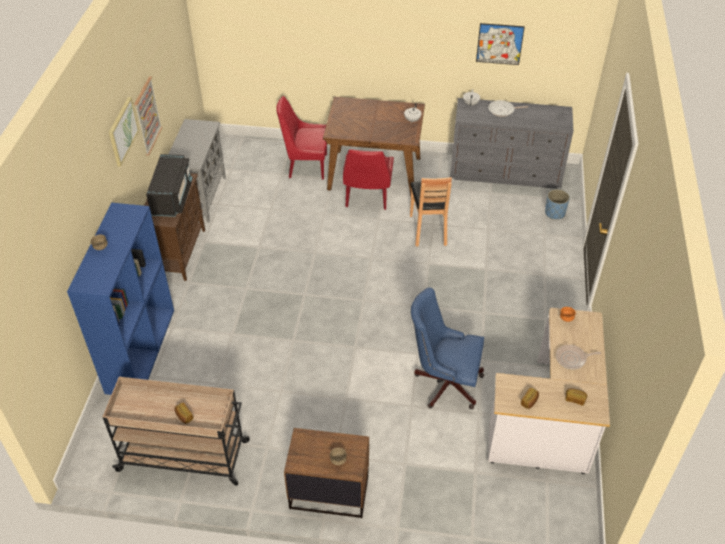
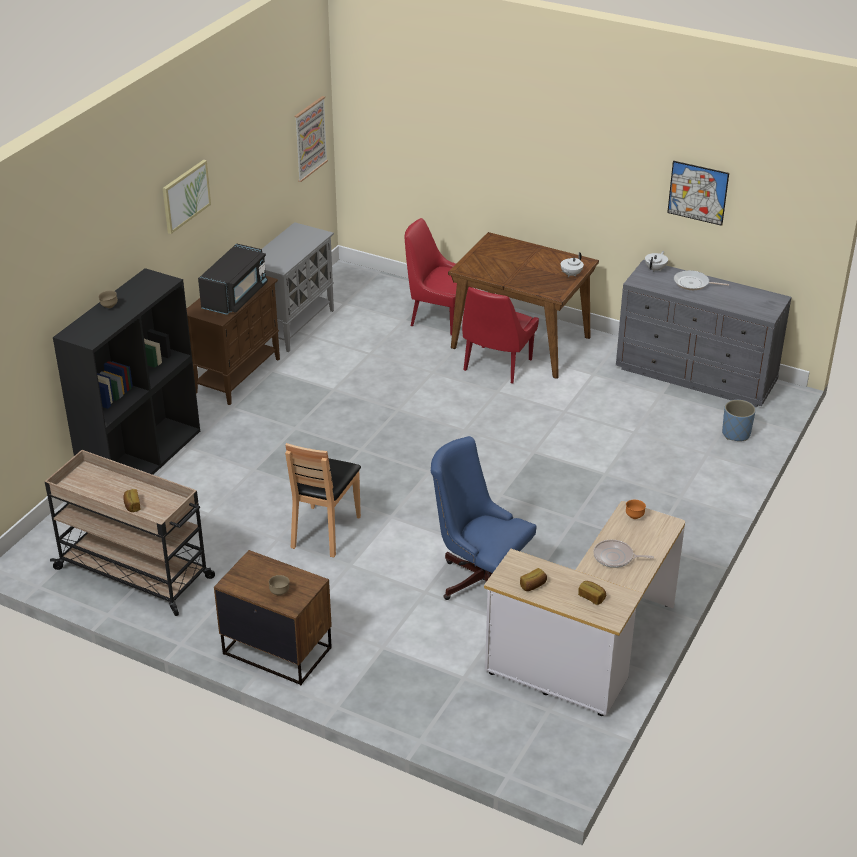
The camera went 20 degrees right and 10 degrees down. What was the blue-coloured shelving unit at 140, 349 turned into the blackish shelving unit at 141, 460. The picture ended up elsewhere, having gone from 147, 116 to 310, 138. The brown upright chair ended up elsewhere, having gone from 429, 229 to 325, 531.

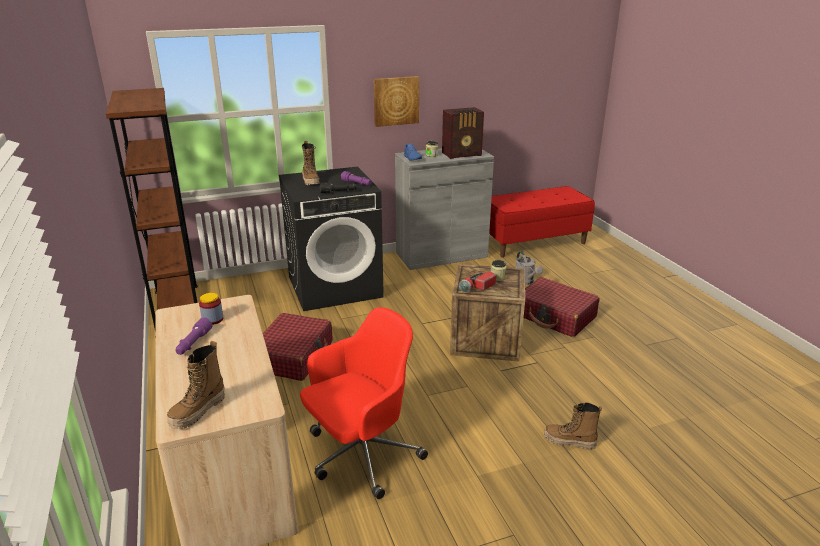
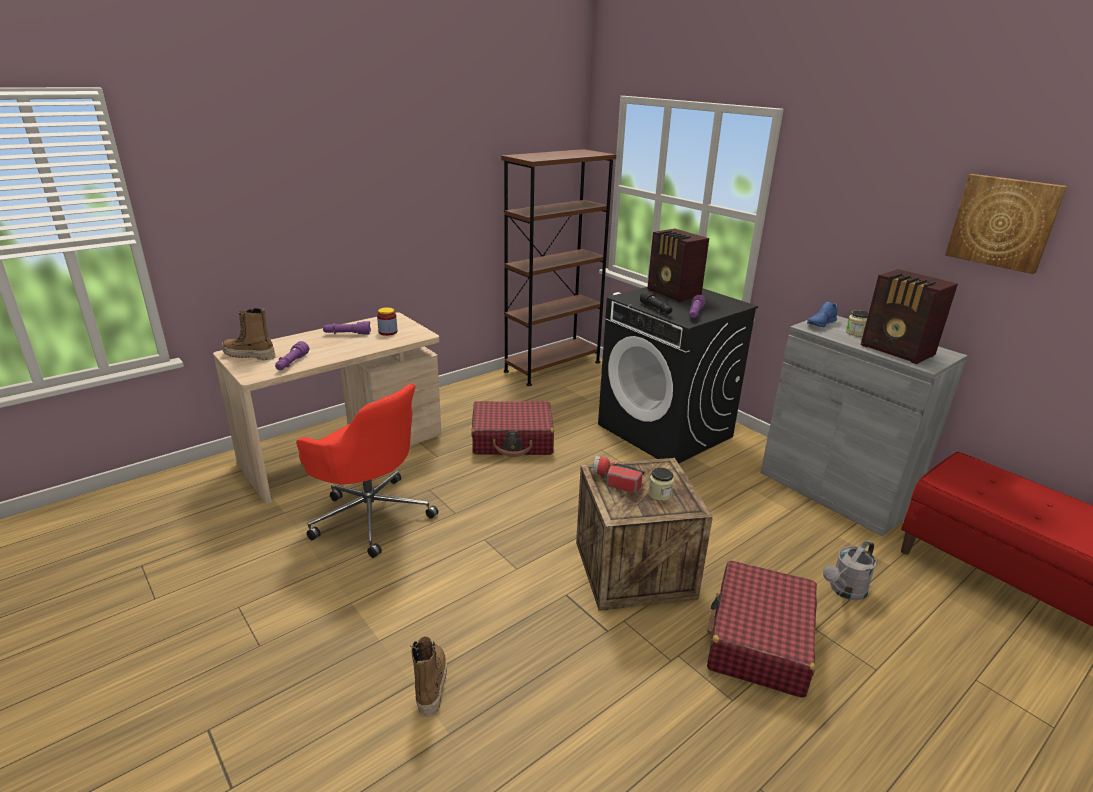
The camera went 70 degrees right and 0 degrees up. Where the boot stood at 311, 181, the radio set came to stand at 673, 294. The picture ended up elsewhere, having gone from 396, 101 to 1003, 222. The second view gained the purple-coloured torch at 292, 363.

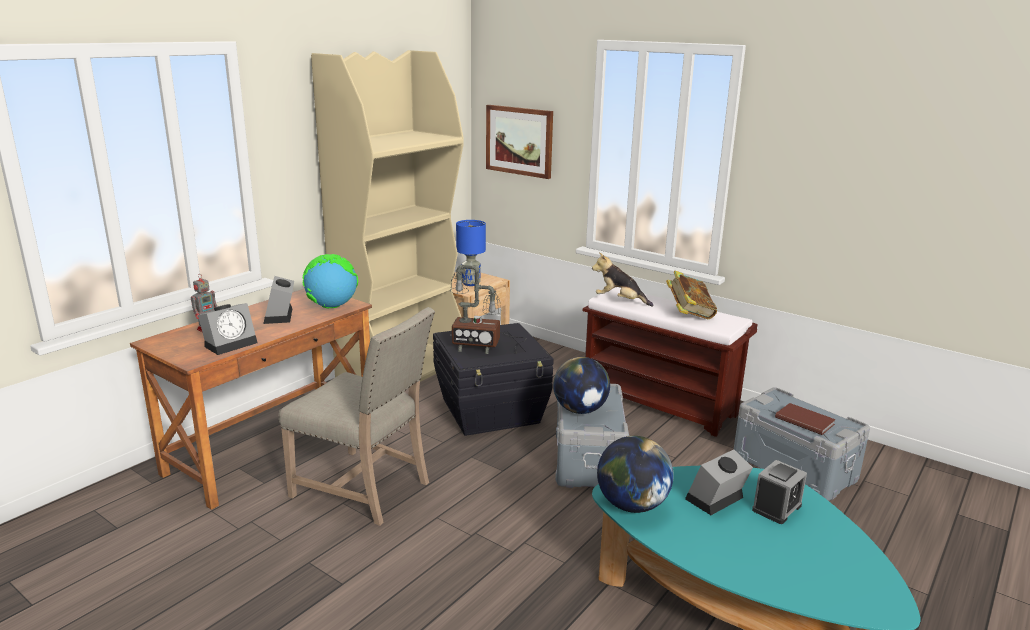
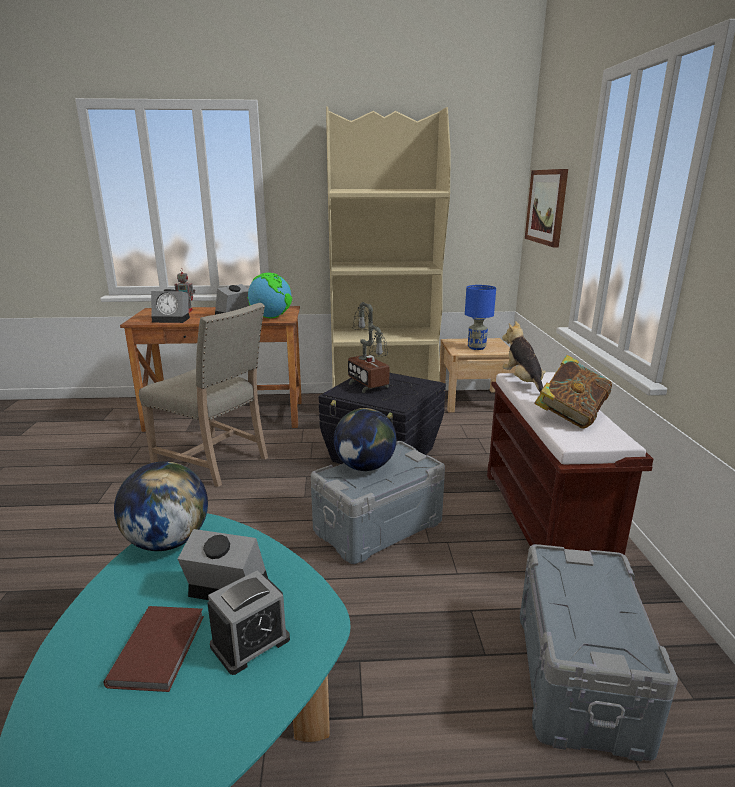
The camera went 50 degrees right and 0 degrees up. The beige-coloured upright chair at 365, 489 ended up facing another way, 45 degrees counterclockwise from before. The table clock at 776, 508 ended up facing another way, 45 degrees counterclockwise from before. The brown bound book ended up elsewhere, having gone from 804, 420 to 161, 648.

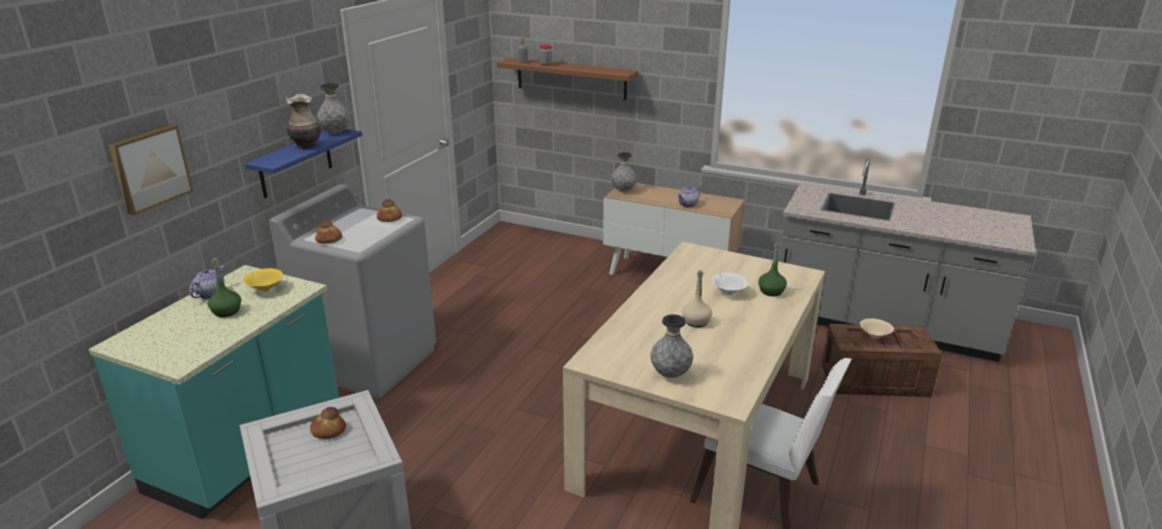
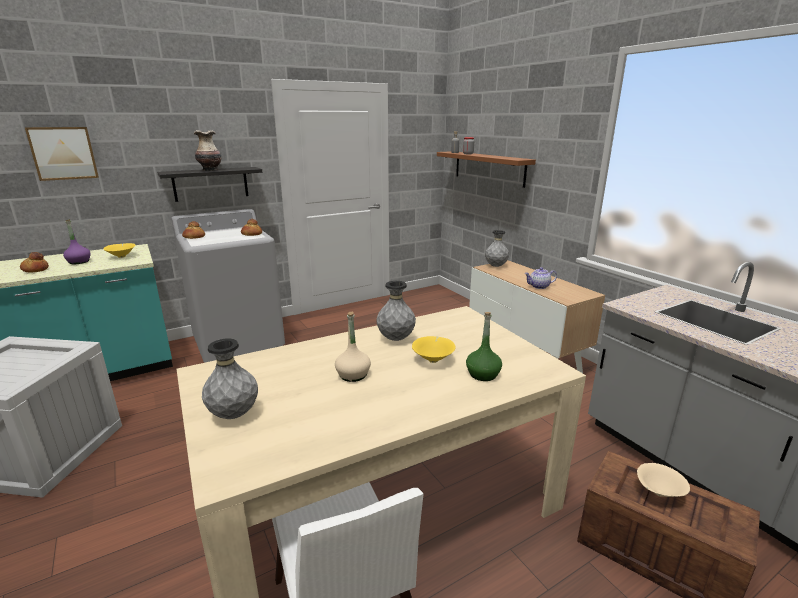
The camera went 35 degrees right and 5 degrees down. The second view lost the tea pot at 210, 294. What was the greenish drink bottle at 226, 311 turned into the purple-coloured drink bottle at 79, 262. What was the blue-coloured bracket shelf at 296, 163 turned into the blackish bracket shelf at 211, 184. The bread ended up elsewhere, having gone from 328, 431 to 36, 269. The grey vase ended up elsewhere, having gone from 336, 133 to 396, 339. What was the white serving bowl at 728, 292 turned into the yellow serving bowl at 433, 359.

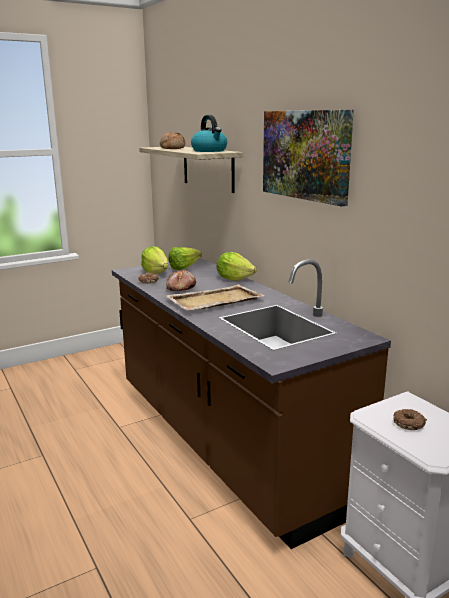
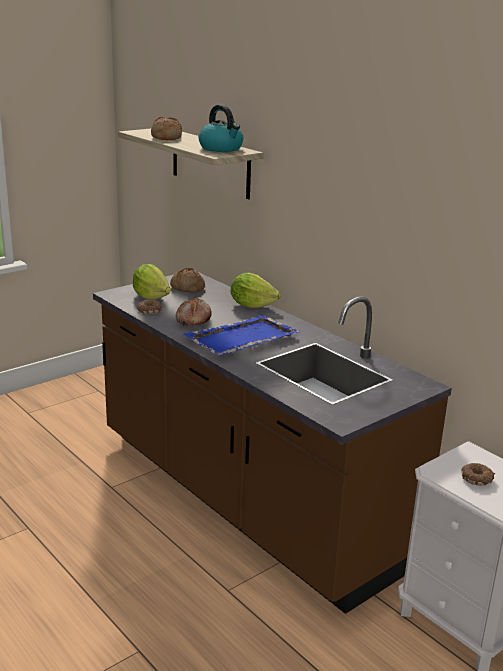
The camera went 10 degrees left and 5 degrees up. What was the beige-coloured carrying tray at 214, 300 turned into the blue-coloured carrying tray at 240, 338. Where the lettuce head stood at 187, 267, the bread came to stand at 187, 288. The second view lost the picture at 305, 155.

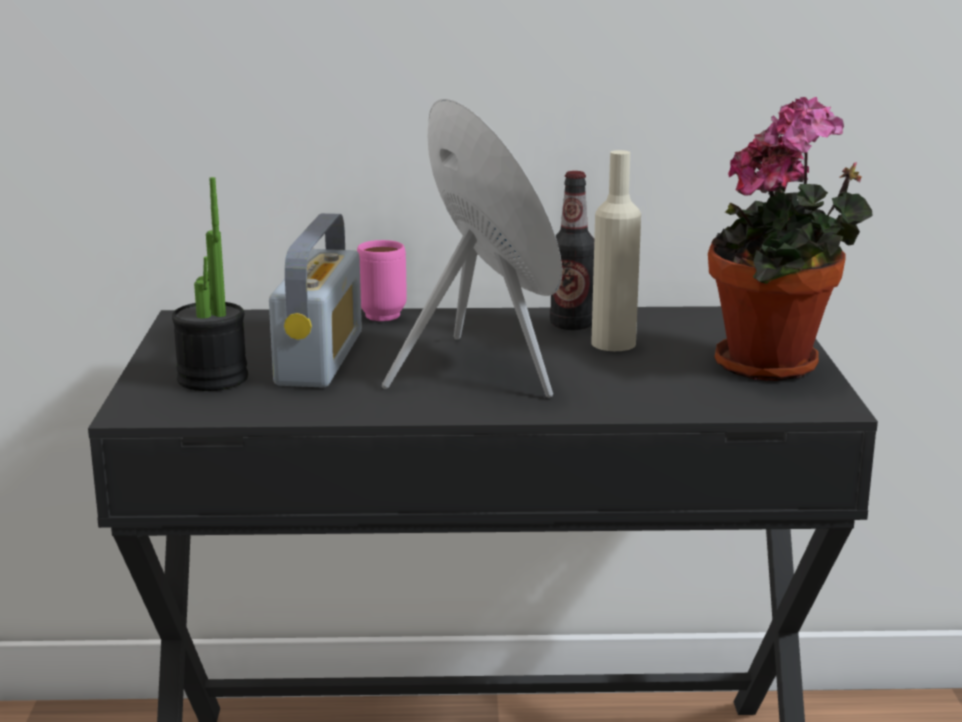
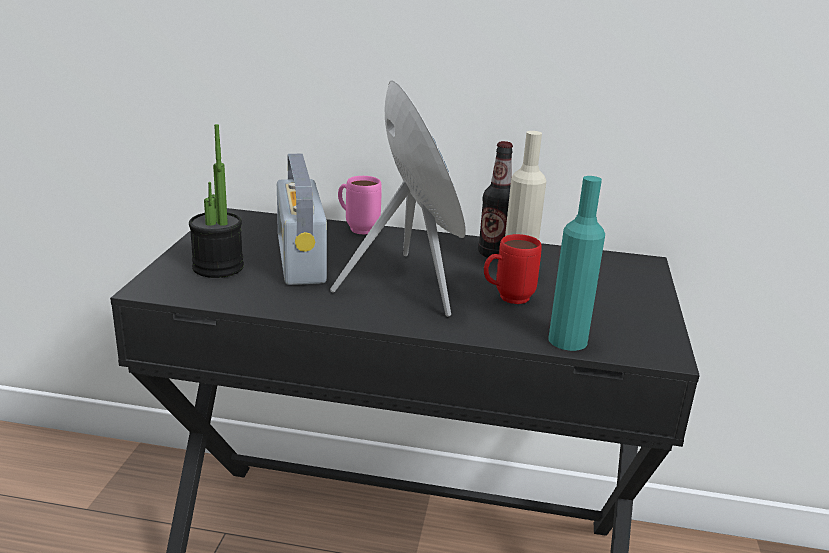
The camera went 10 degrees right and 5 degrees up. The radio set at 320, 358 ended up facing another way, 150 degrees clockwise from before. The second view lost the plant in a pot at 776, 366. The second view gained the reddish tea mug at 506, 299. The second view gained the turquoise drink bottle at 567, 340.

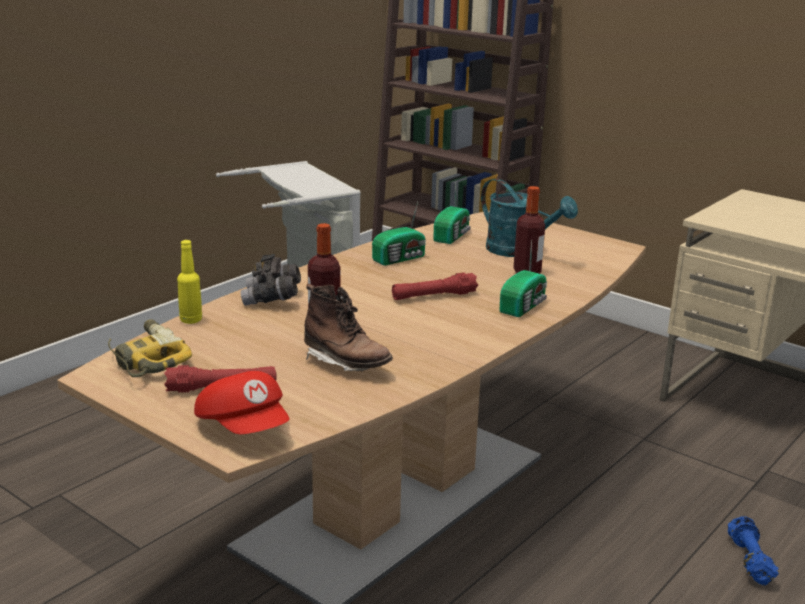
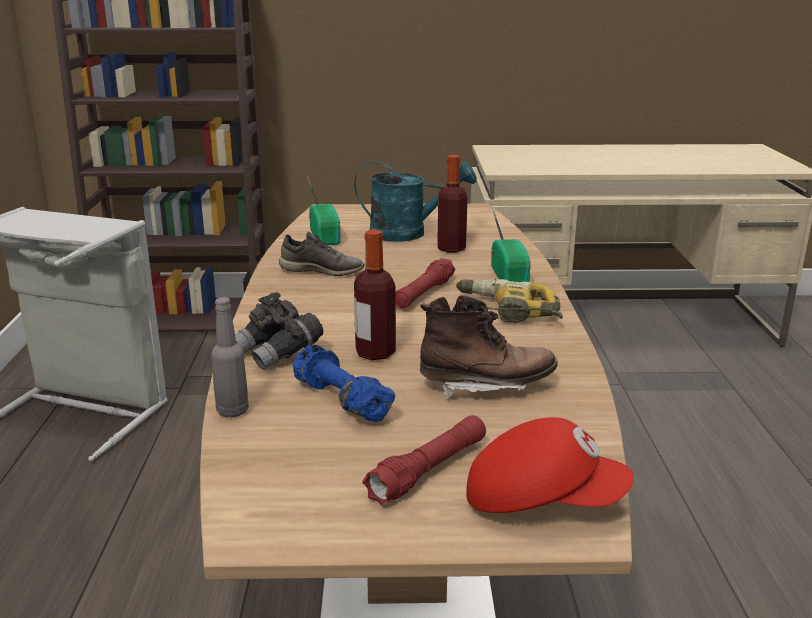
The camera went 40 degrees left and 0 degrees up. The electric drill ended up elsewhere, having gone from 145, 359 to 506, 311. What was the yellow drink bottle at 191, 320 turned into the grey drink bottle at 232, 411. Where the radio set stood at 401, 258, the grey item of footwear came to stand at 322, 270. The blue-coloured dumbbell ended up elsewhere, having gone from 748, 560 to 340, 401.

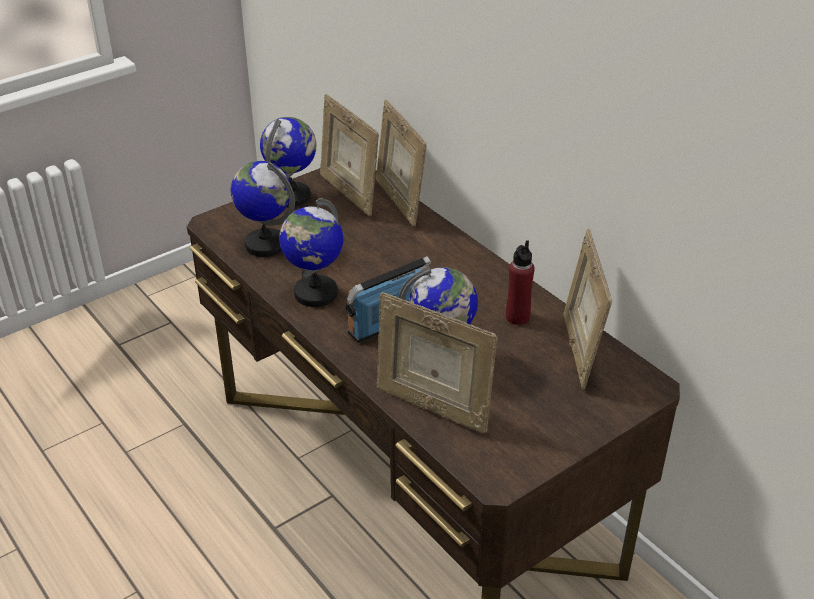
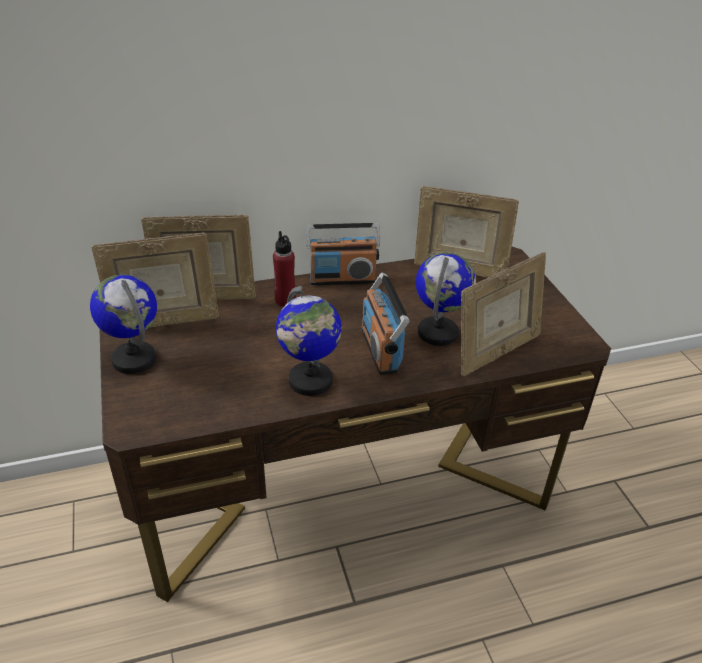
The camera went 70 degrees left and 0 degrees up. The second view lost the world globe at 265, 244. The reddish drink bottle ended up elsewhere, having gone from 517, 317 to 285, 301. The second view gained the radio set at 342, 279.

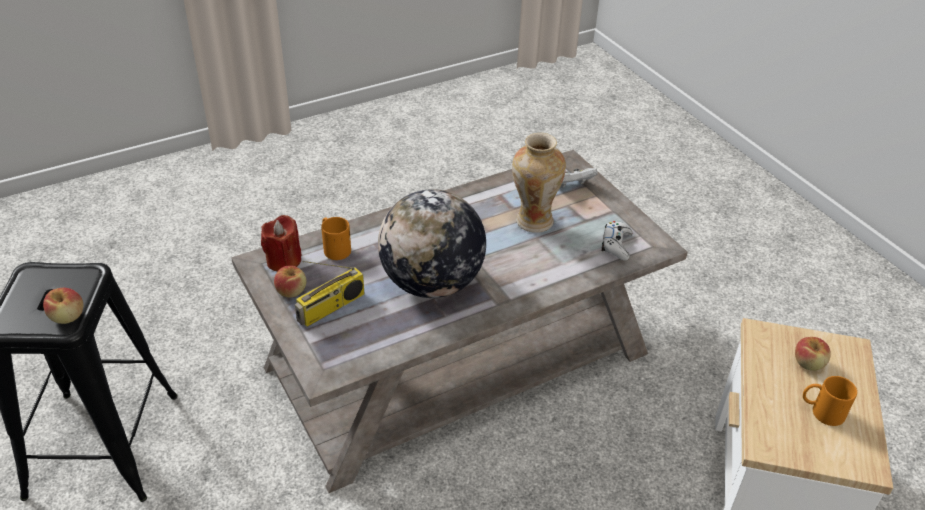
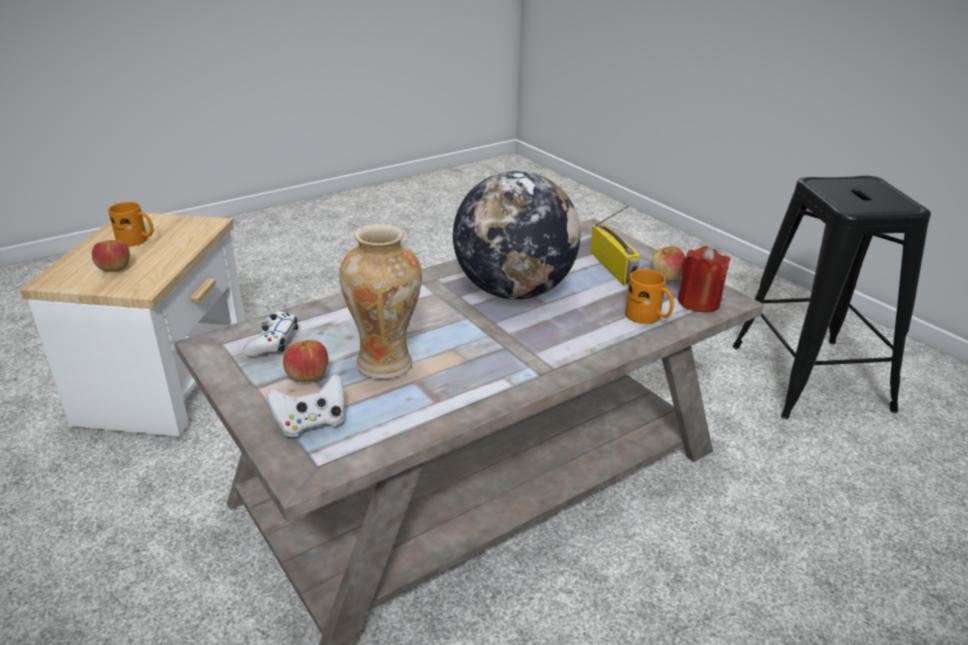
The camera went 175 degrees right and 10 degrees down. The apple fruit ended up elsewhere, having gone from 67, 316 to 307, 376. The radio set at 331, 308 ended up facing another way, 120 degrees clockwise from before.

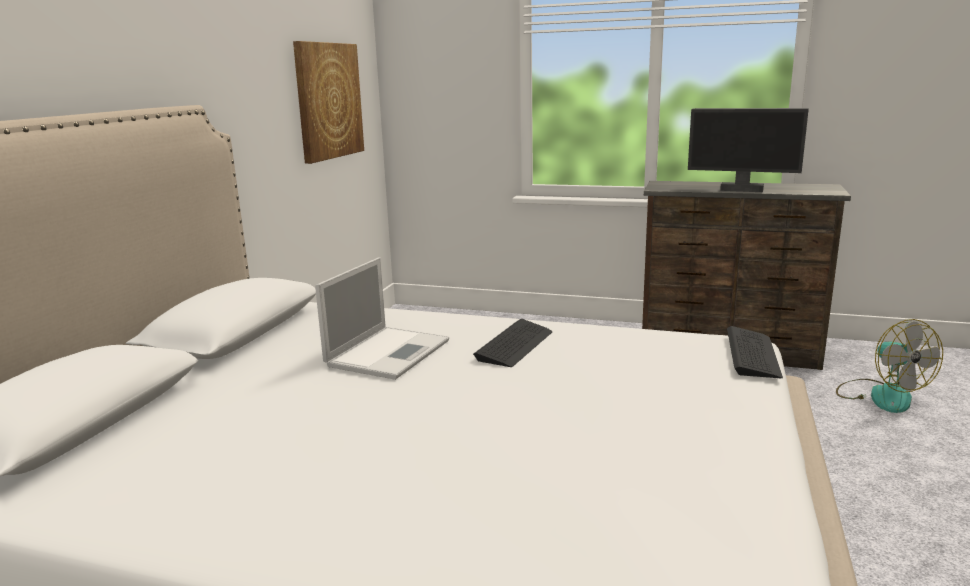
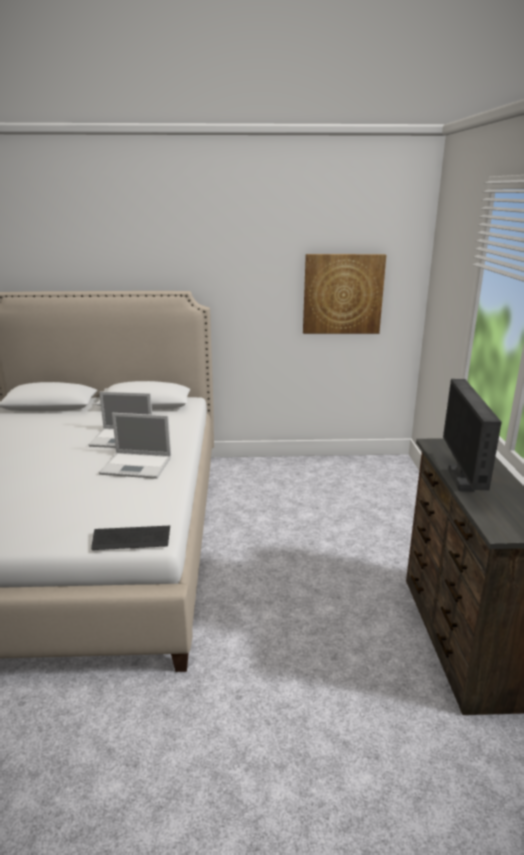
The camera went 70 degrees right and 5 degrees up. Where the PC keyboard stood at 514, 345, the laptop came to stand at 138, 466. The second view lost the electric fan at 881, 395.

